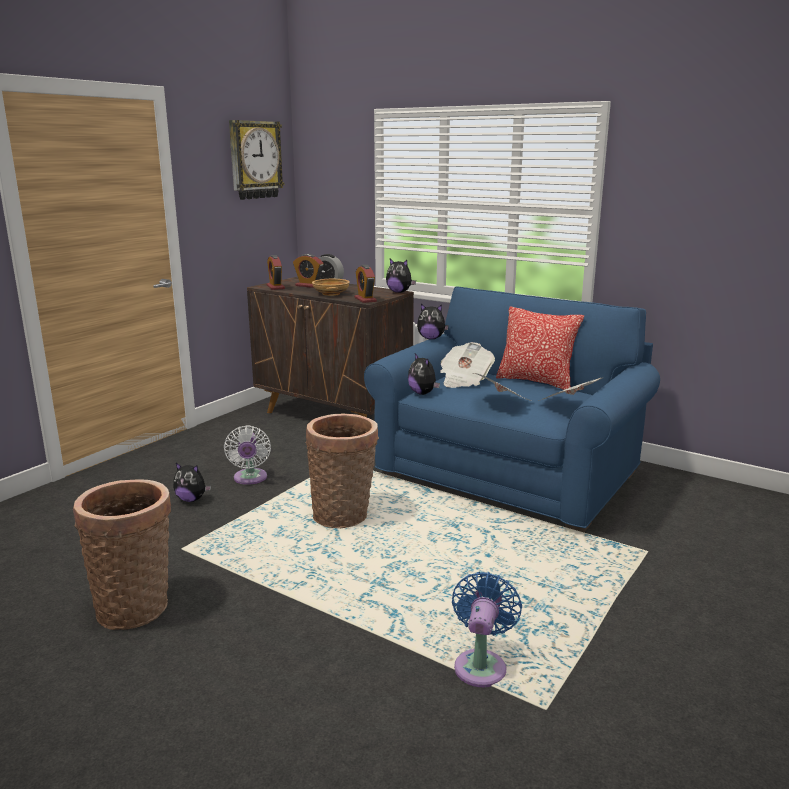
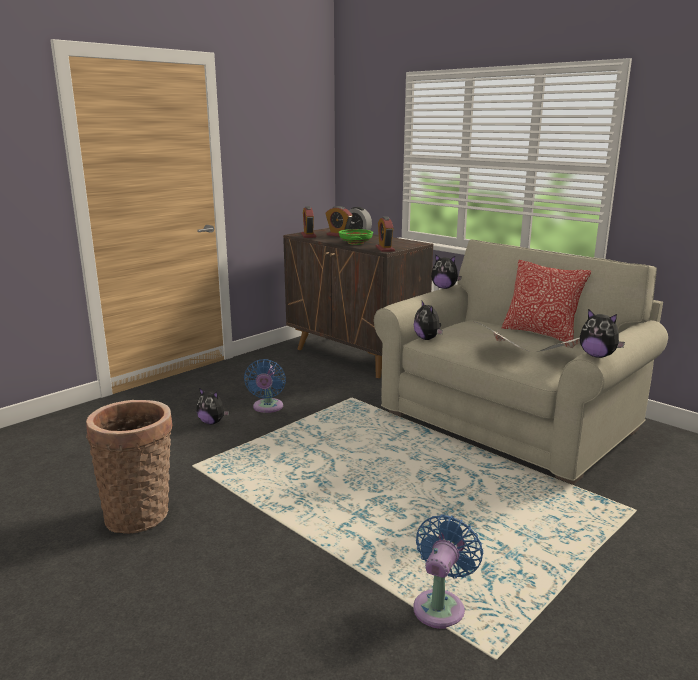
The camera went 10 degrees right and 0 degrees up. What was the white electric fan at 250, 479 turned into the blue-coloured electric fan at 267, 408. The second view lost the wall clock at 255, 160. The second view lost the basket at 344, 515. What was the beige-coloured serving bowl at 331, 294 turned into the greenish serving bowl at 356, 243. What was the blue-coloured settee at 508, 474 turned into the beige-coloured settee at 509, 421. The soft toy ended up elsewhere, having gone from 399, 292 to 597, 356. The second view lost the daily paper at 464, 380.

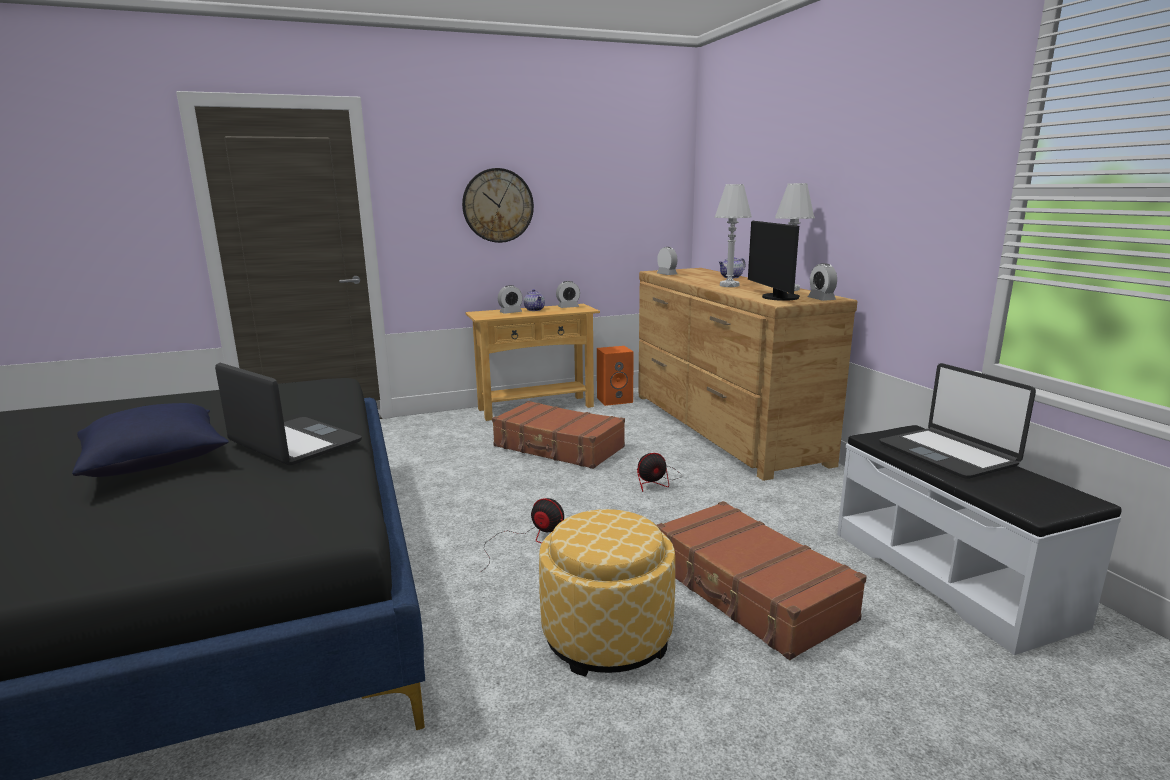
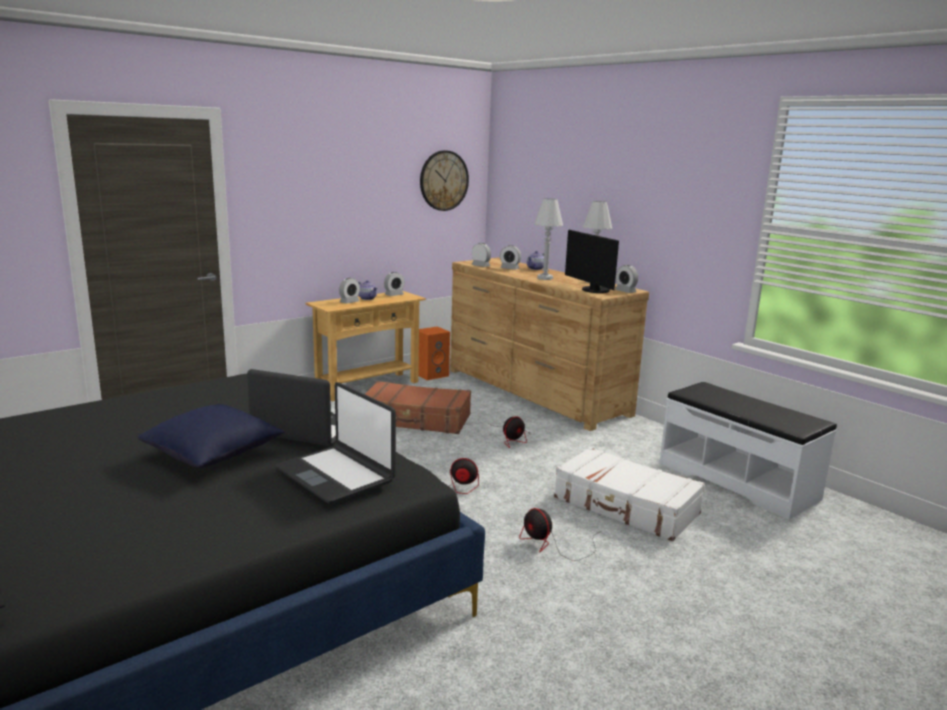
The camera went 20 degrees left and 0 degrees up. The wall clock ended up elsewhere, having gone from 498, 205 to 443, 180. Where the pouffe stood at 607, 636, the electric fan came to stand at 553, 545. What was the brown suitcase at 749, 592 turned into the white suitcase at 625, 506. The laptop ended up elsewhere, having gone from 947, 454 to 336, 475. The second view gained the table clock at 509, 268.

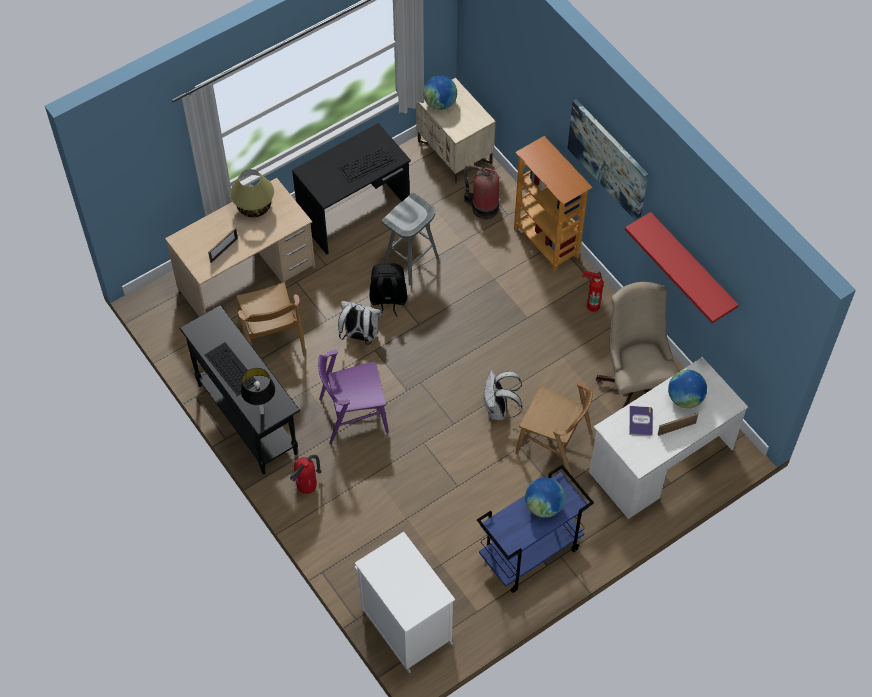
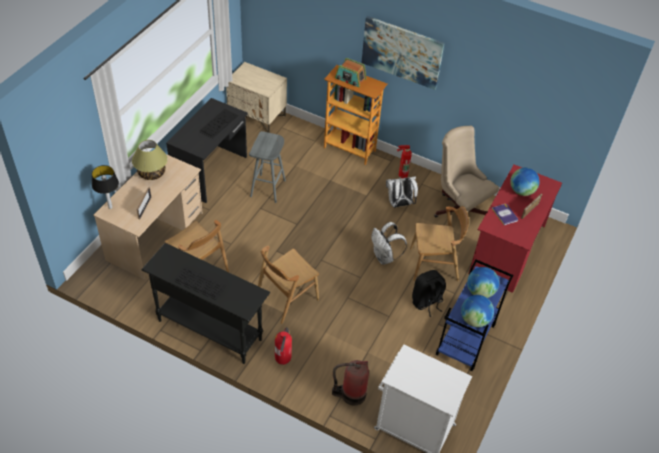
The camera went 30 degrees left and 10 degrees down. The tabletop lamp ended up elsewhere, having gone from 262, 412 to 110, 207. What was the purple-coloured upright chair at 353, 415 turned into the brown upright chair at 286, 298. The white backpack ended up elsewhere, having gone from 360, 336 to 399, 204. The blackish backpack ended up elsewhere, having gone from 388, 300 to 427, 302. The world globe ended up elsewhere, having gone from 440, 103 to 474, 320. The fire extinguisher ended up elsewhere, having gone from 483, 207 to 351, 394. What was the white desk table at 661, 461 turned into the reddish desk table at 507, 249. The second view lost the reddish bracket shelf at 692, 266. The second view gained the radio set at 350, 79.

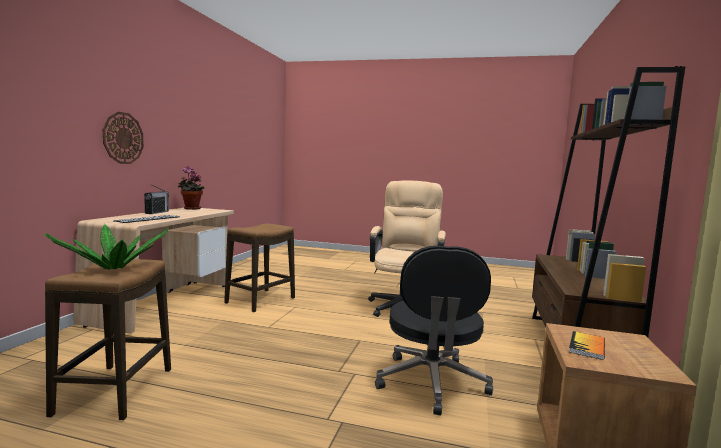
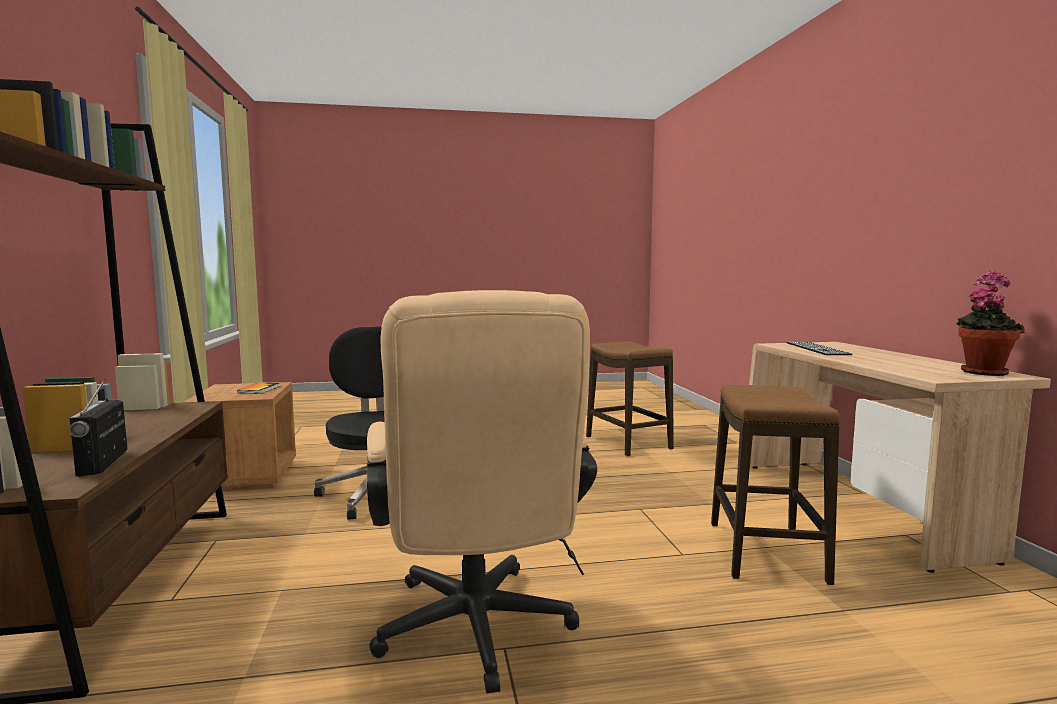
The camera went 155 degrees right and 0 degrees up. The second view lost the plant in a pot at 113, 268. The second view lost the wall clock at 123, 138. The radio set ended up elsewhere, having gone from 157, 212 to 103, 463.

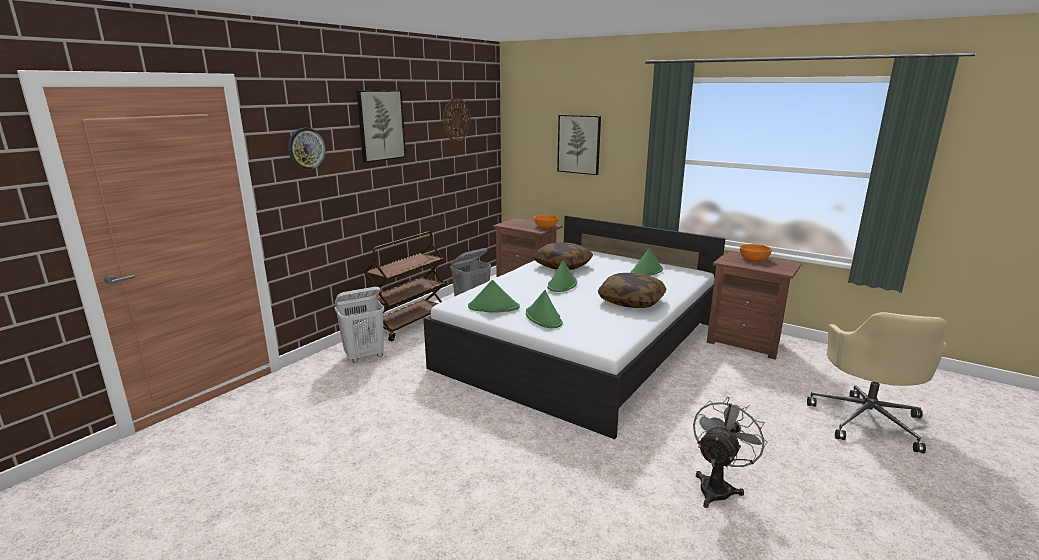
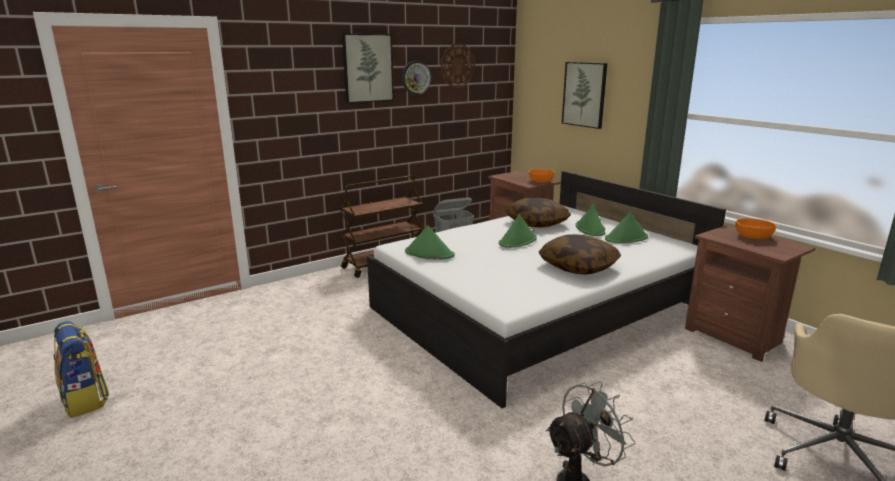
The camera went 20 degrees right and 0 degrees up. The wall clock ended up elsewhere, having gone from 306, 148 to 415, 77. The second view lost the white laundry basket at 364, 356. The greenish wearable hat ended up elsewhere, having gone from 544, 318 to 590, 229. The second view gained the backpack at 85, 400.

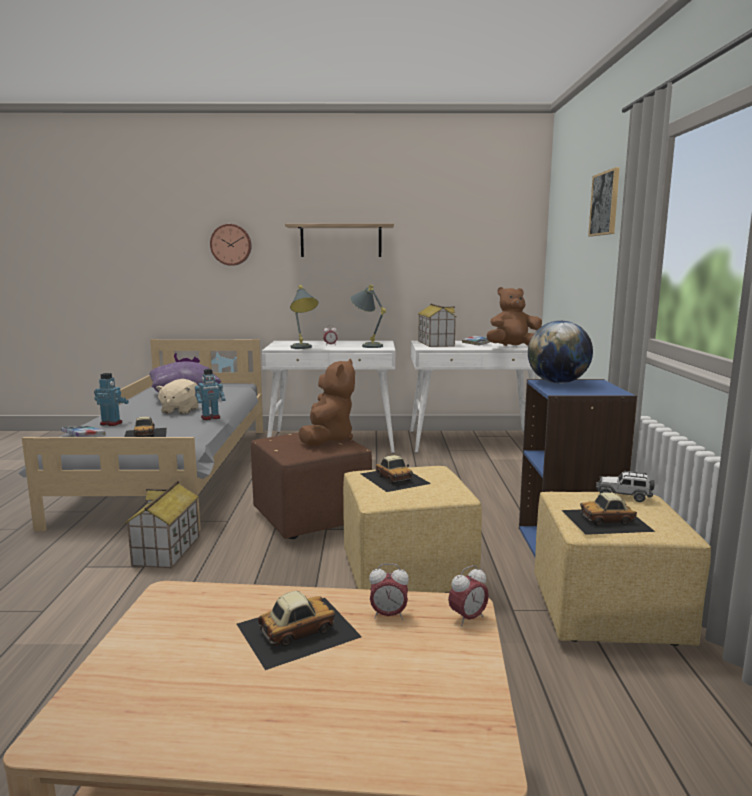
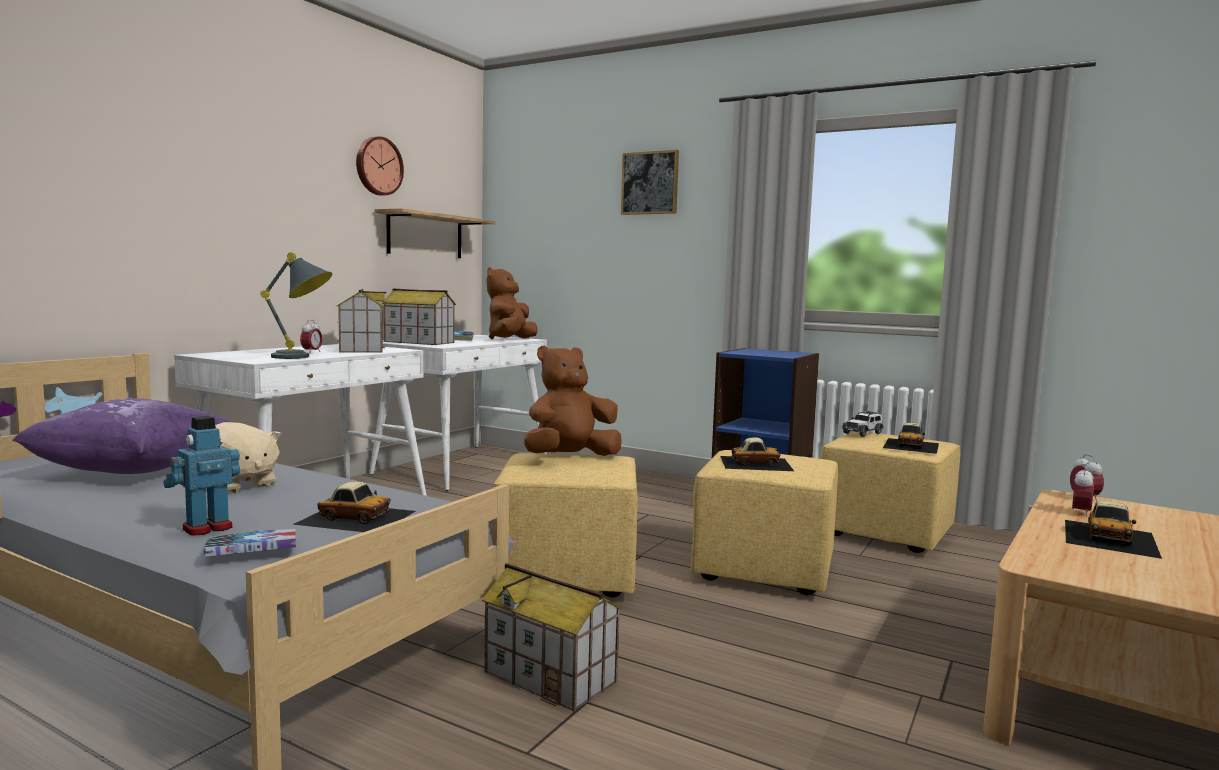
The camera went 60 degrees left and 5 degrees down. The second view lost the model robot at 211, 418. The wall clock ended up elsewhere, having gone from 231, 244 to 378, 166. The model car at 297, 630 ended up facing another way, 150 degrees counterclockwise from before. What was the brown pouffe at 313, 519 turned into the yellow pouffe at 568, 575. The bracket shelf ended up elsewhere, having gone from 341, 241 to 425, 235. The brown soft toy at 327, 439 ended up facing another way, 75 degrees counterclockwise from before. Where the grey tabletop lamp stood at 367, 345, the model house came to stand at 361, 349. The second view lost the world globe at 557, 383.

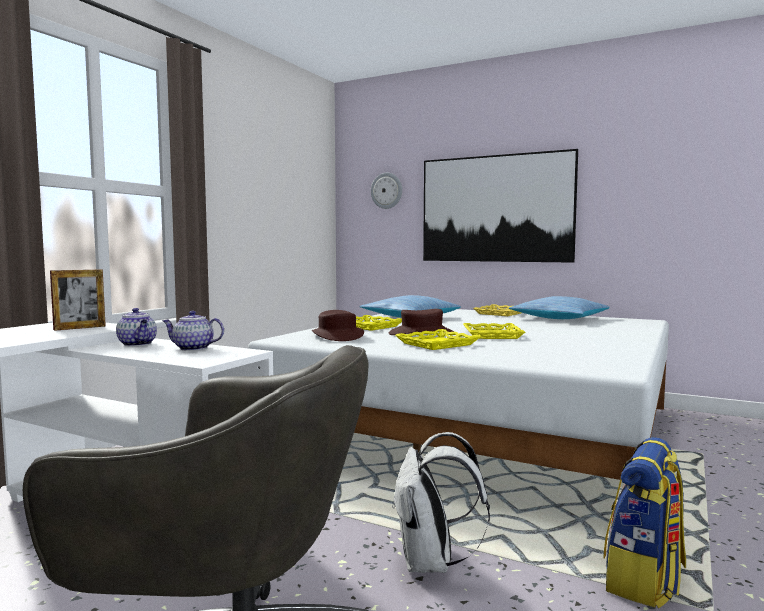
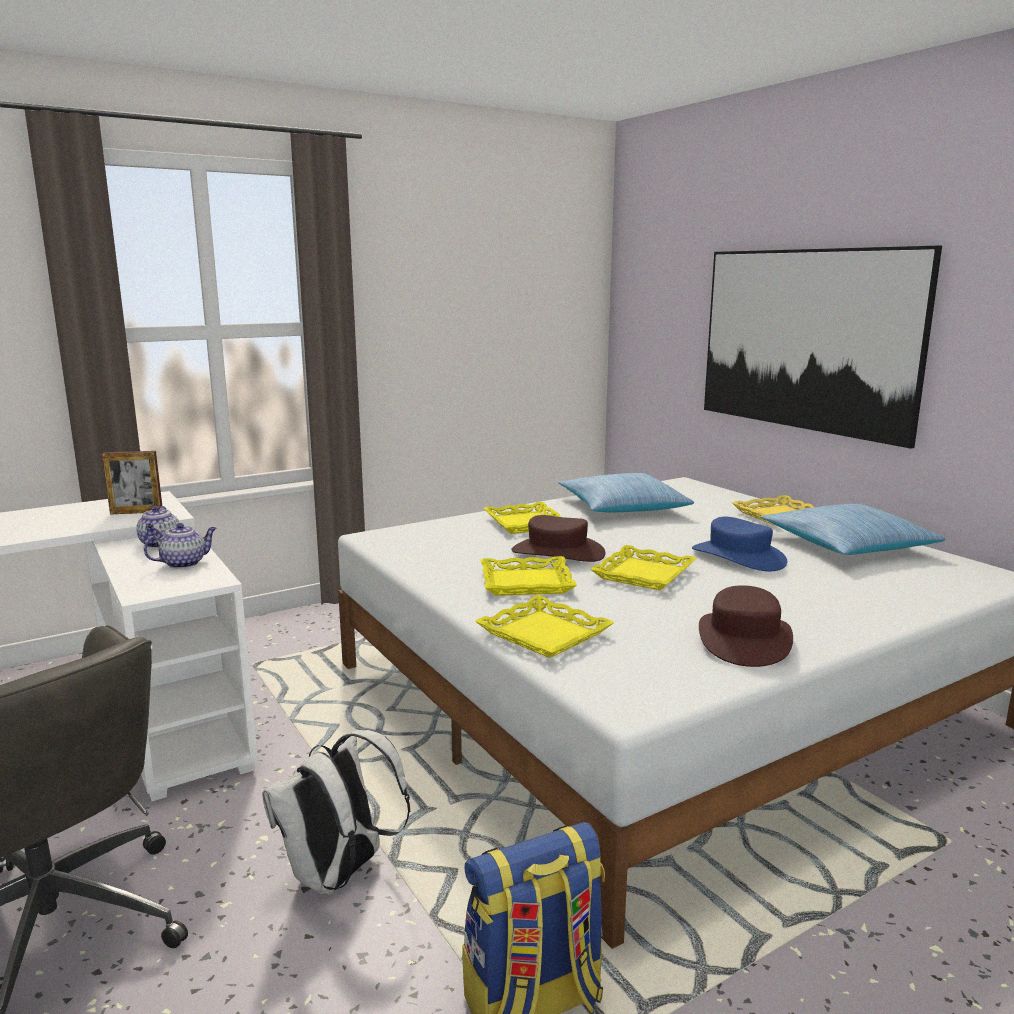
The camera went 30 degrees right and 10 degrees up. The tea pot at 192, 348 ended up facing another way, 105 degrees clockwise from before. The brown wearable hat ended up elsewhere, having gone from 337, 336 to 744, 639. The second view lost the wall clock at 386, 190. The second view gained the yellow carrying tray at 545, 634. The second view gained the blue-coloured wearable hat at 738, 556.

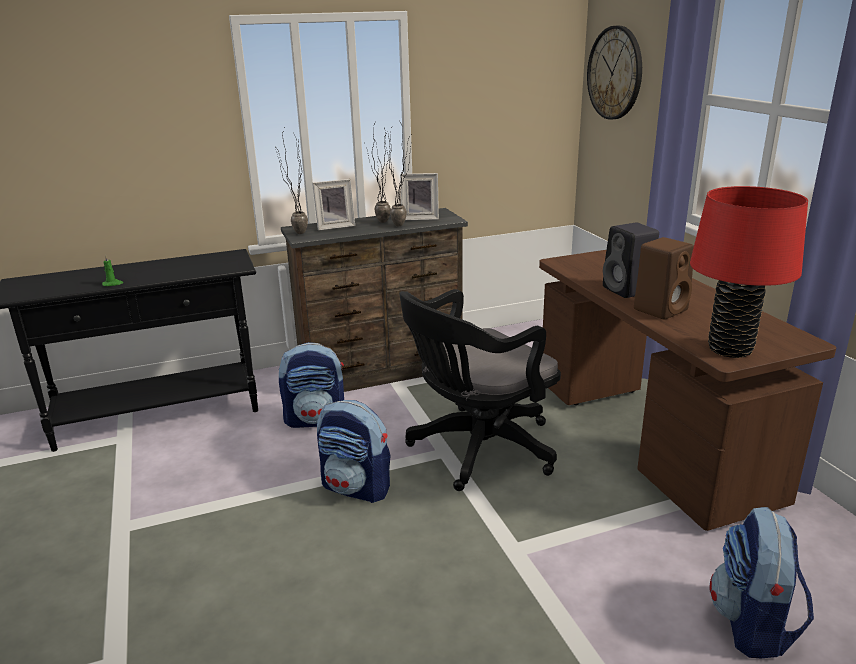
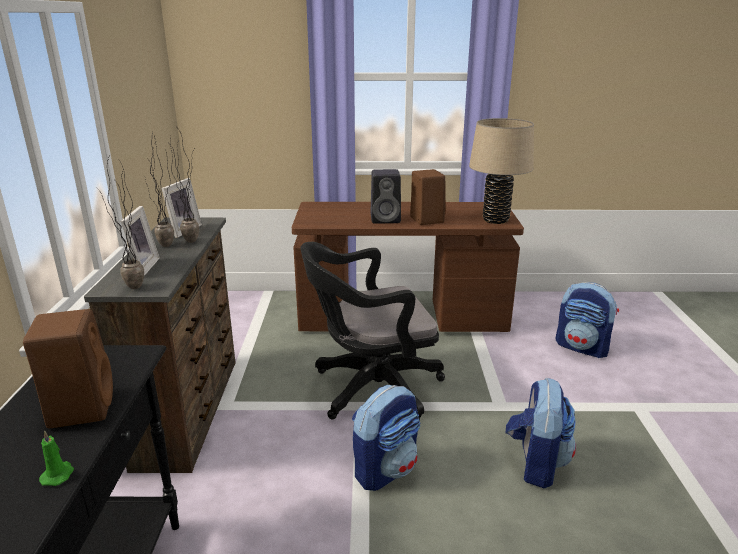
The camera went 70 degrees left and 0 degrees up. The backpack ended up elsewhere, having gone from 316, 419 to 536, 463. The blackish office chair at 476, 450 ended up facing another way, 90 degrees clockwise from before. The second view lost the wall clock at 615, 73. What was the reddish tabletop lamp at 730, 349 turned into the beige-coloured tabletop lamp at 495, 220. The second view gained the brown speaker at 81, 406.

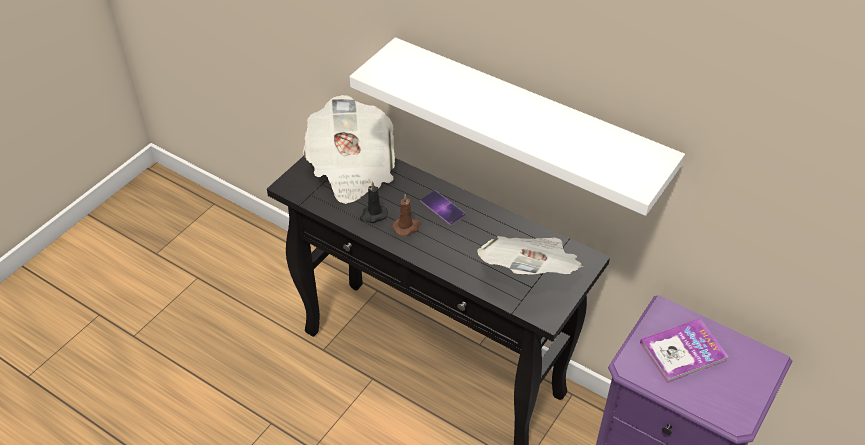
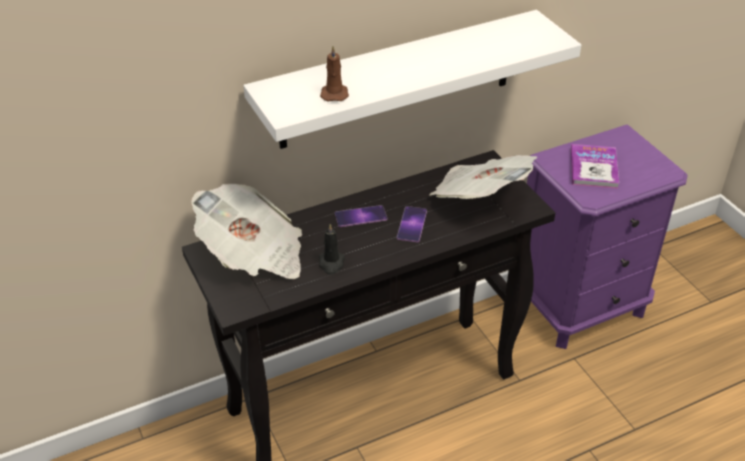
The camera went 60 degrees left and 5 degrees down. The brown wax light ended up elsewhere, having gone from 407, 227 to 334, 93. The second view gained the telephone at 412, 224.

